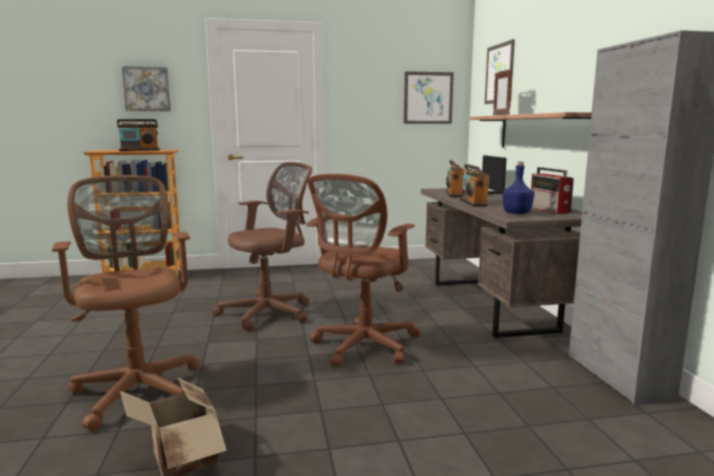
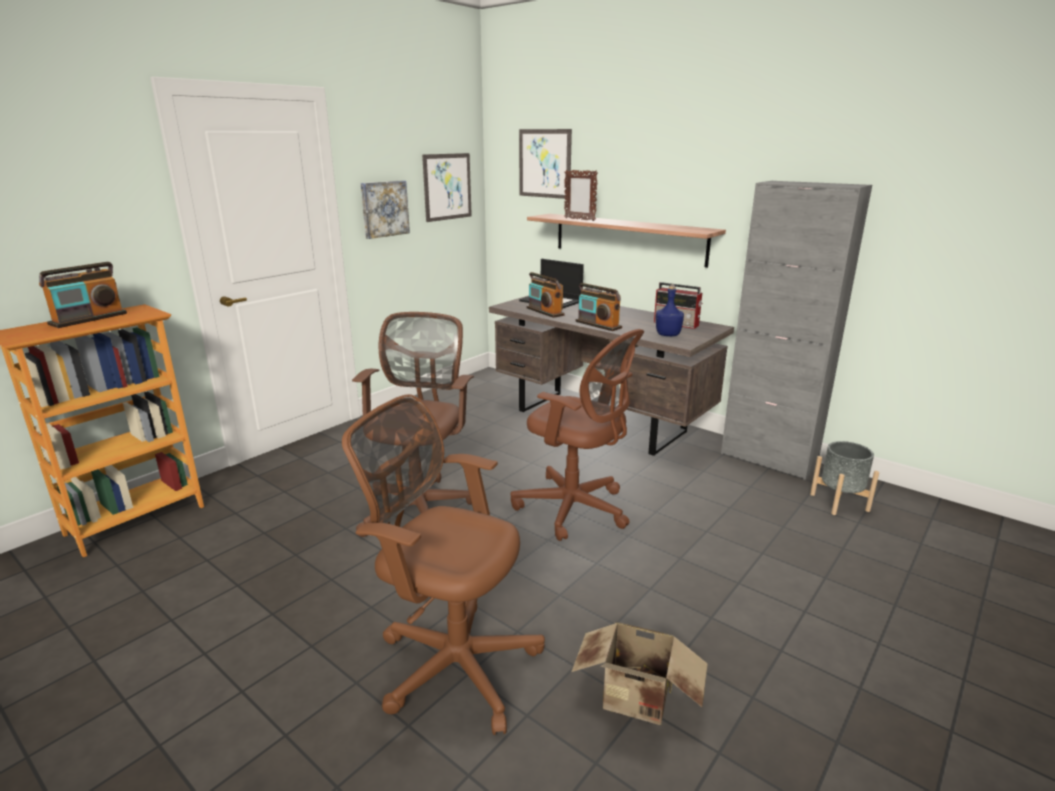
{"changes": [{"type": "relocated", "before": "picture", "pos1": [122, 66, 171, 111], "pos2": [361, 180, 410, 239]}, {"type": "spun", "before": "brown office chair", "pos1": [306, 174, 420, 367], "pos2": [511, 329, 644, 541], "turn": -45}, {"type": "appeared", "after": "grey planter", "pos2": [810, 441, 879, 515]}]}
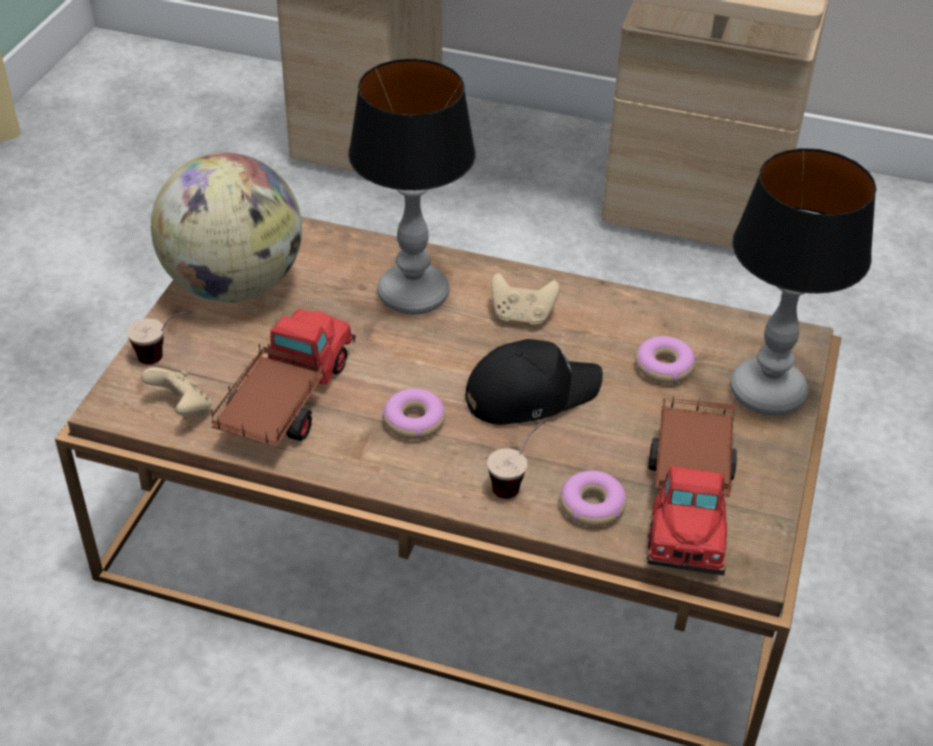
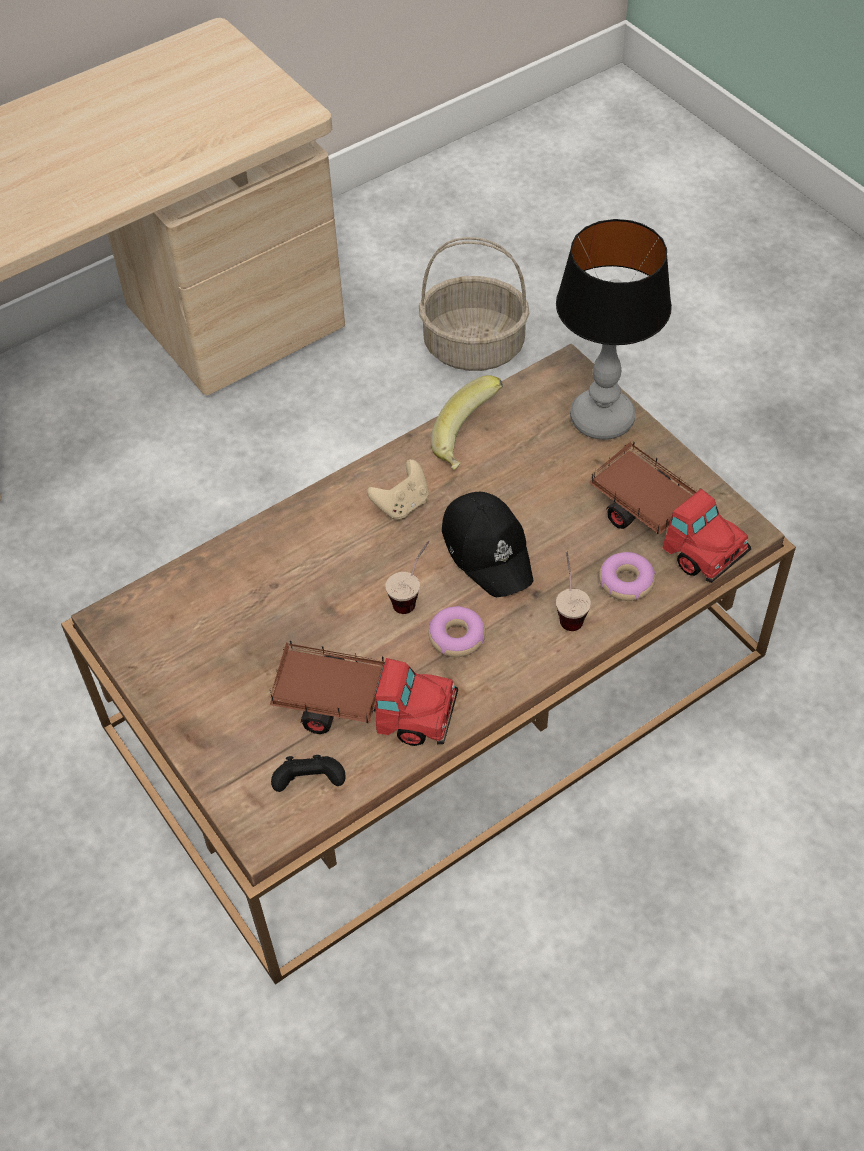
{"changes": [{"type": "missing", "before": "table lamp", "pos1": [348, 58, 476, 315]}, {"type": "missing", "before": "globe", "pos1": [151, 153, 302, 302]}, {"type": "spun", "before": "toy truck", "pos1": [211, 309, 356, 446], "pos2": [270, 641, 458, 746], "turn": 135}, {"type": "relocated", "before": "cup", "pos1": [127, 311, 192, 365], "pos2": [385, 541, 429, 614]}, {"type": "missing", "before": "donut", "pos1": [635, 336, 696, 384]}, {"type": "spun", "before": "black cap", "pos1": [465, 339, 603, 425], "pos2": [442, 492, 533, 597], "turn": 135}, {"type": "colour", "before": "beige game controller", "after": "black game controller", "pos1": [141, 367, 211, 416], "pos2": [271, 755, 346, 792]}, {"type": "appeared", "after": "basket", "pos2": [419, 237, 529, 371]}, {"type": "appeared", "after": "banana", "pos2": [431, 375, 503, 470]}]}
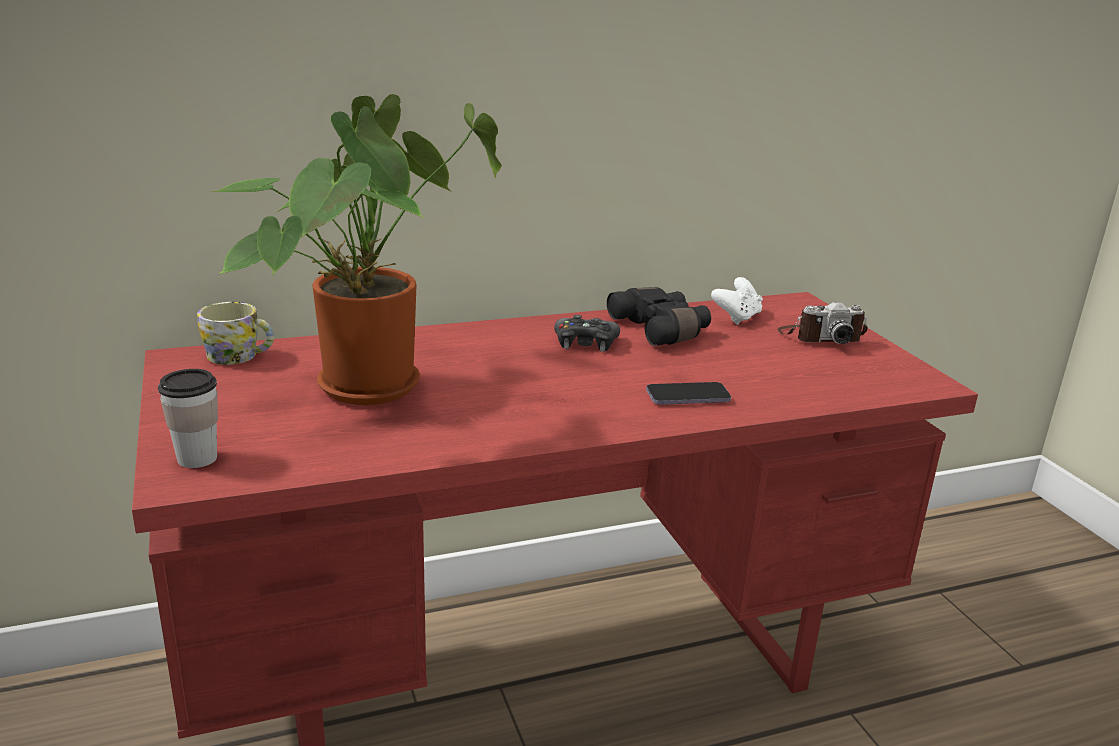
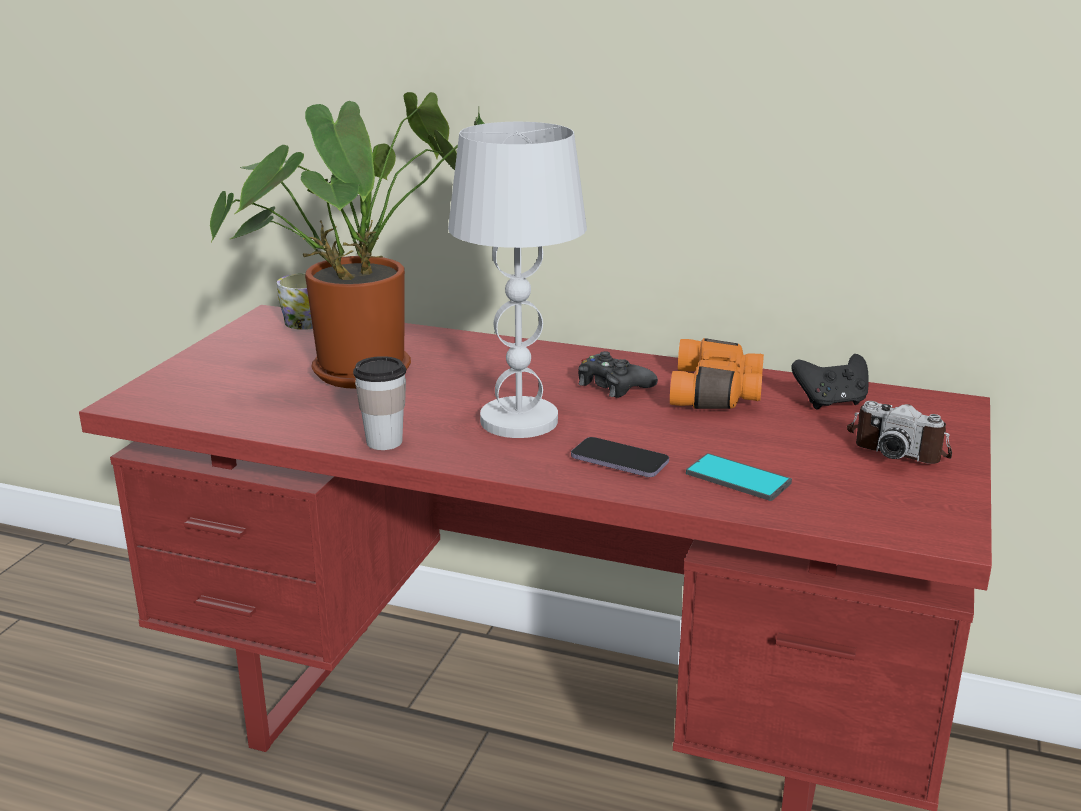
{"changes": [{"type": "colour", "before": "white game controller", "after": "black game controller", "pos1": [711, 277, 763, 325], "pos2": [791, 354, 869, 410]}, {"type": "colour", "before": "black binoculars", "after": "orange binoculars", "pos1": [607, 287, 711, 346], "pos2": [670, 338, 764, 409]}, {"type": "relocated", "before": "cup", "pos1": [158, 369, 218, 468], "pos2": [353, 356, 406, 450]}, {"type": "appeared", "after": "white table lamp", "pos2": [448, 122, 587, 438]}, {"type": "appeared", "after": "phone", "pos2": [686, 453, 792, 501]}]}
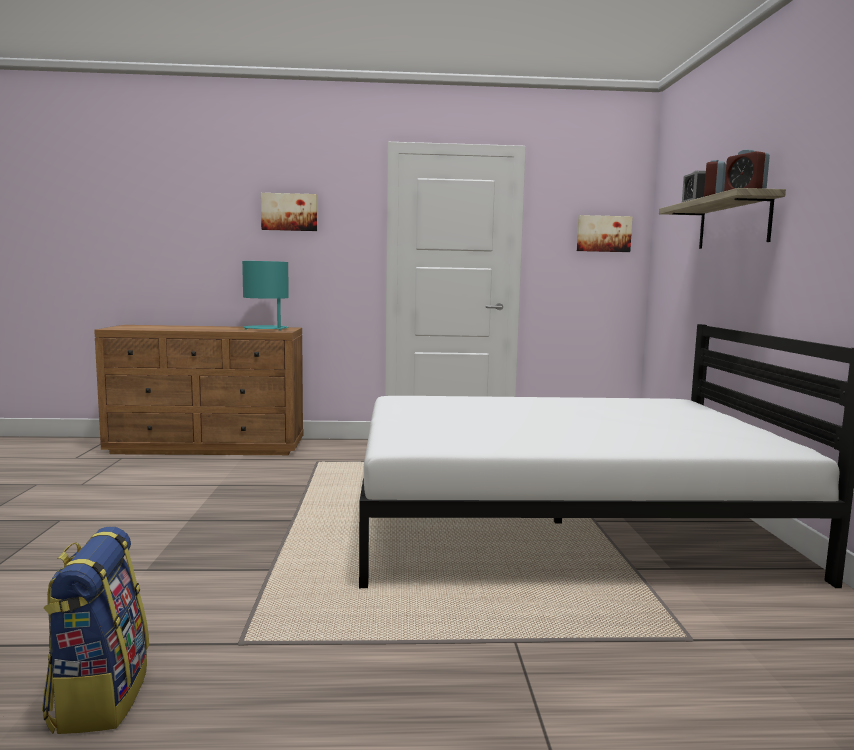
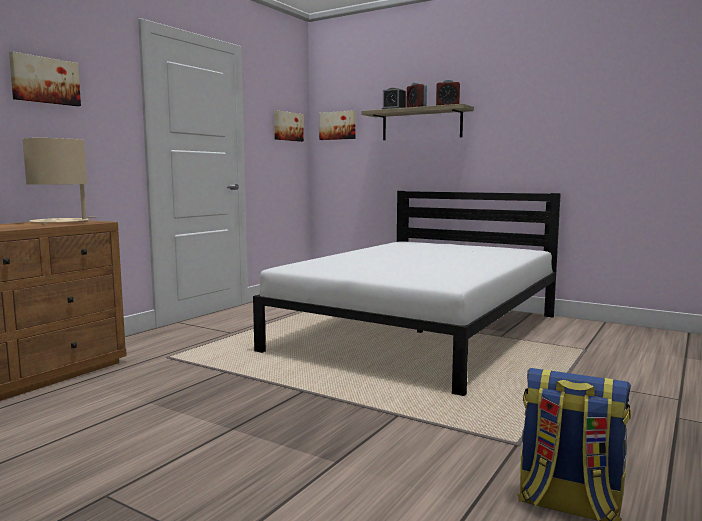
{"changes": [{"type": "colour", "before": "turquoise table lamp", "after": "beige table lamp", "pos1": [242, 261, 289, 330], "pos2": [23, 138, 97, 225]}, {"type": "appeared", "after": "picture", "pos2": [319, 110, 356, 140]}]}
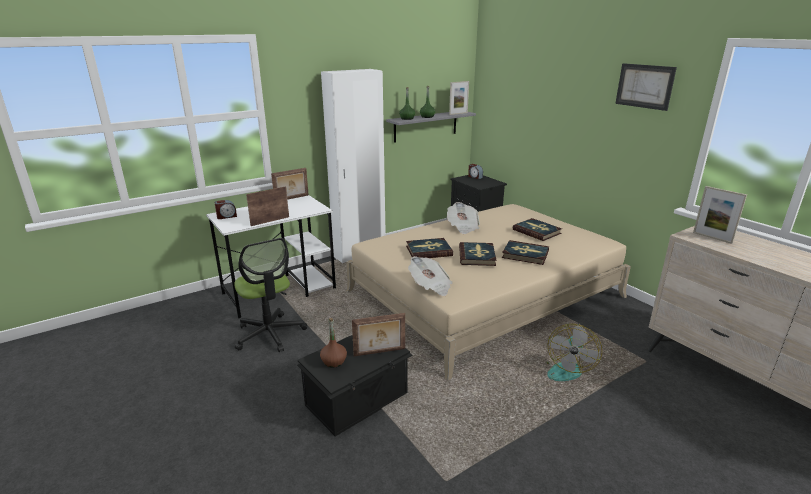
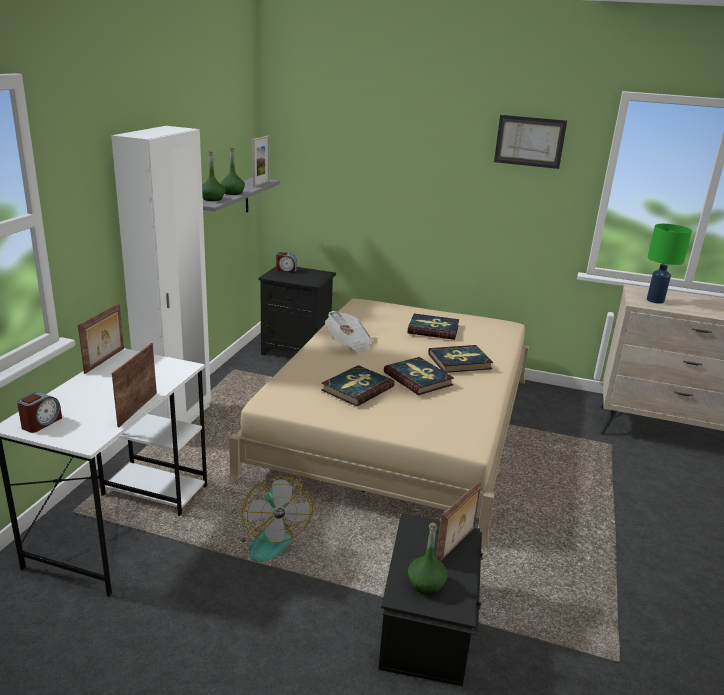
{"changes": [{"type": "exchanged", "before": "picture frame", "after": "green table lamp", "pos1": [693, 186, 747, 244], "pos2": [647, 224, 692, 304]}, {"type": "missing", "before": "office chair", "pos1": [234, 238, 307, 352]}, {"type": "missing", "before": "newspaper", "pos1": [408, 256, 453, 296]}, {"type": "colour", "before": "brown bottle", "after": "green bottle", "pos1": [320, 318, 347, 368], "pos2": [408, 523, 448, 595]}, {"type": "relocated", "before": "fan", "pos1": [545, 324, 602, 381], "pos2": [240, 477, 313, 562]}]}
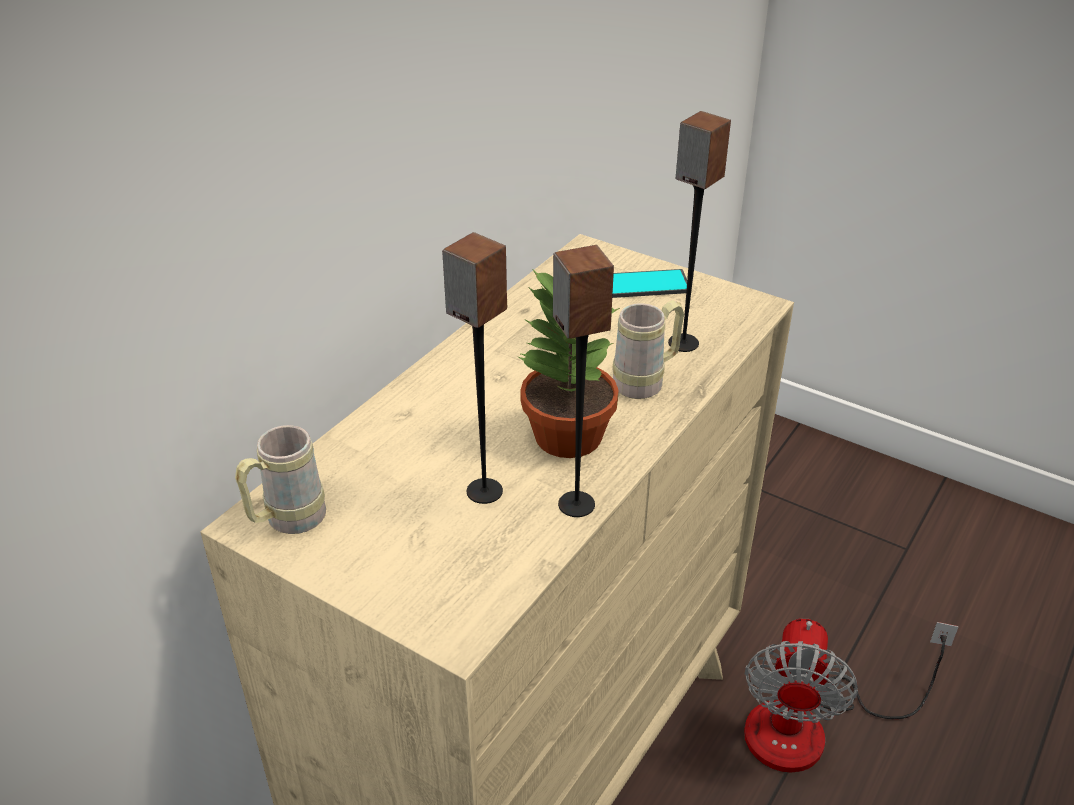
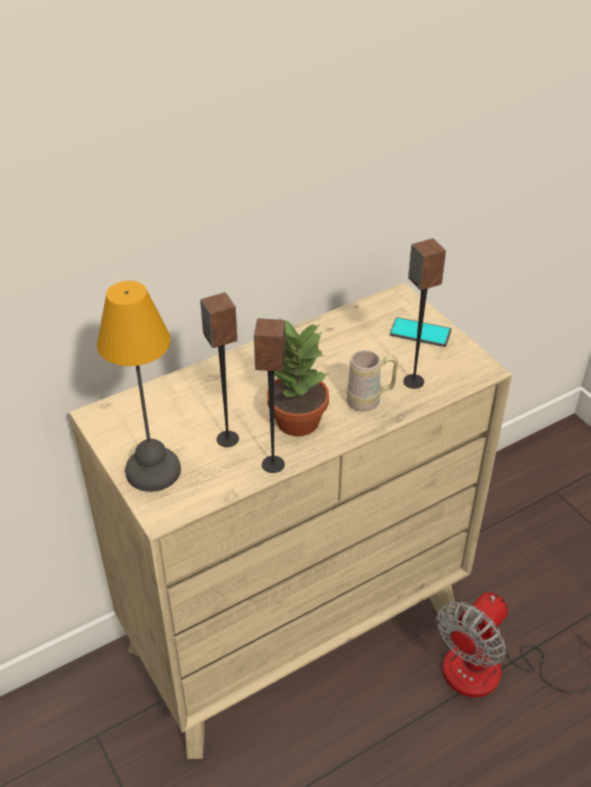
{"changes": [{"type": "missing", "before": "beige mug", "pos1": [235, 425, 326, 534]}, {"type": "appeared", "after": "table lamp", "pos2": [97, 281, 181, 492]}]}
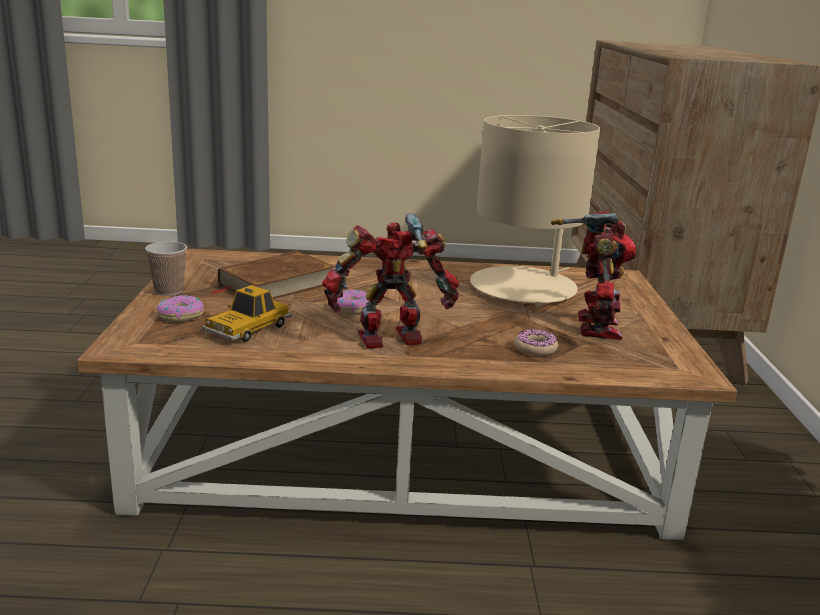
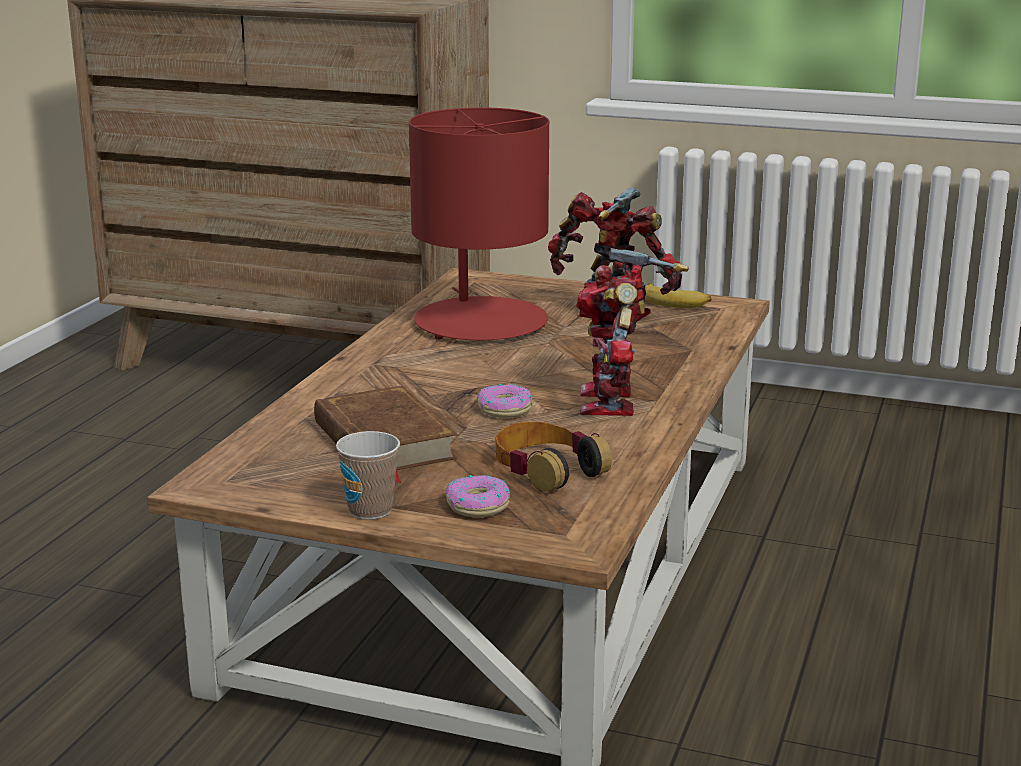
{"changes": [{"type": "colour", "before": "beige table lamp", "after": "red table lamp", "pos1": [470, 115, 600, 307], "pos2": [409, 107, 549, 340]}, {"type": "exchanged", "before": "toy car", "after": "headphones", "pos1": [202, 285, 292, 342], "pos2": [496, 422, 612, 492]}, {"type": "missing", "before": "donut", "pos1": [514, 329, 558, 356]}, {"type": "appeared", "after": "banana", "pos2": [645, 283, 712, 308]}]}
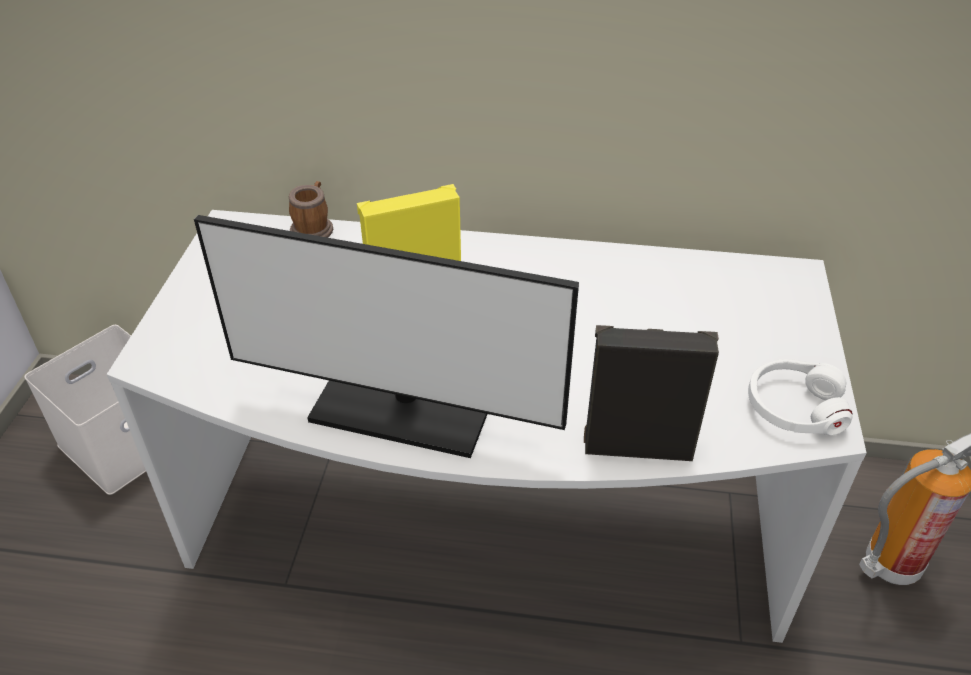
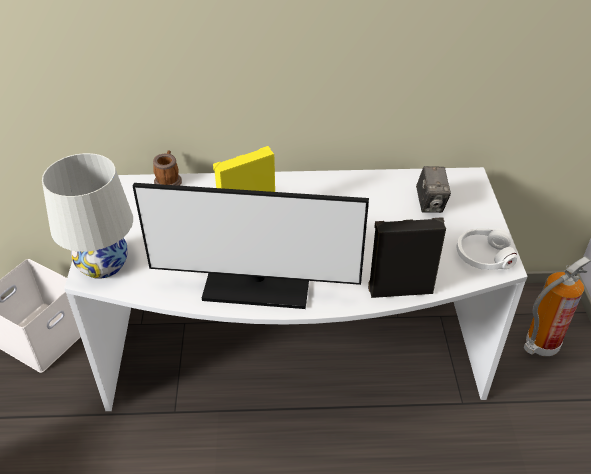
{"changes": [{"type": "appeared", "after": "white table lamp", "pos2": [42, 153, 133, 279]}, {"type": "appeared", "after": "photo camera", "pos2": [416, 166, 451, 213]}]}
